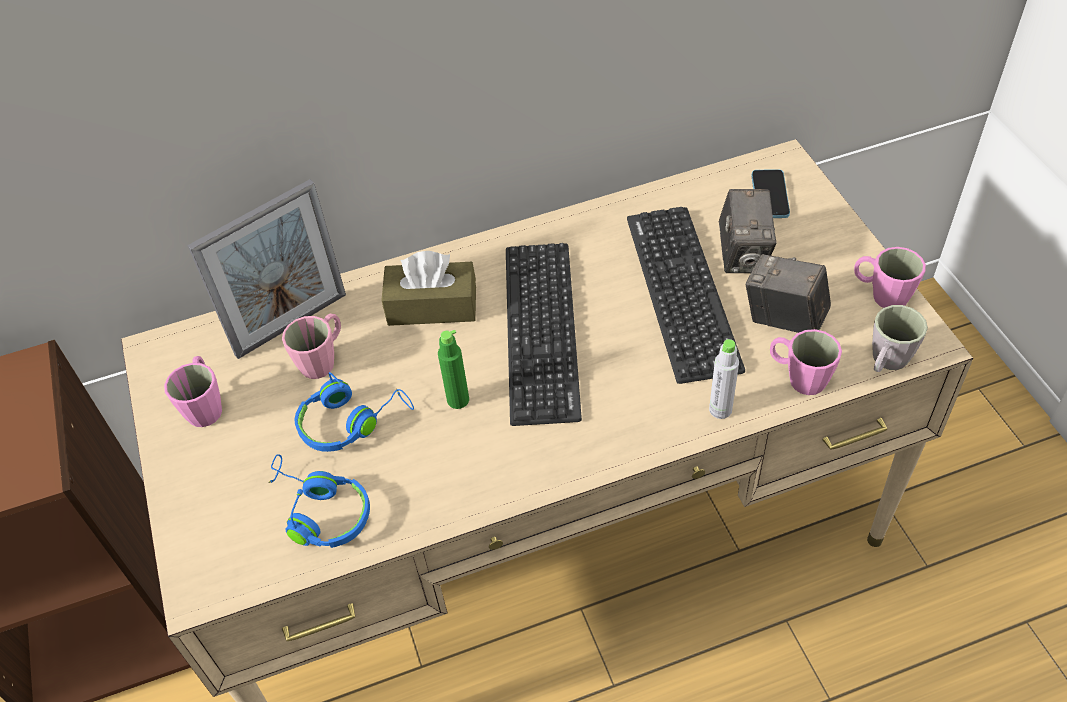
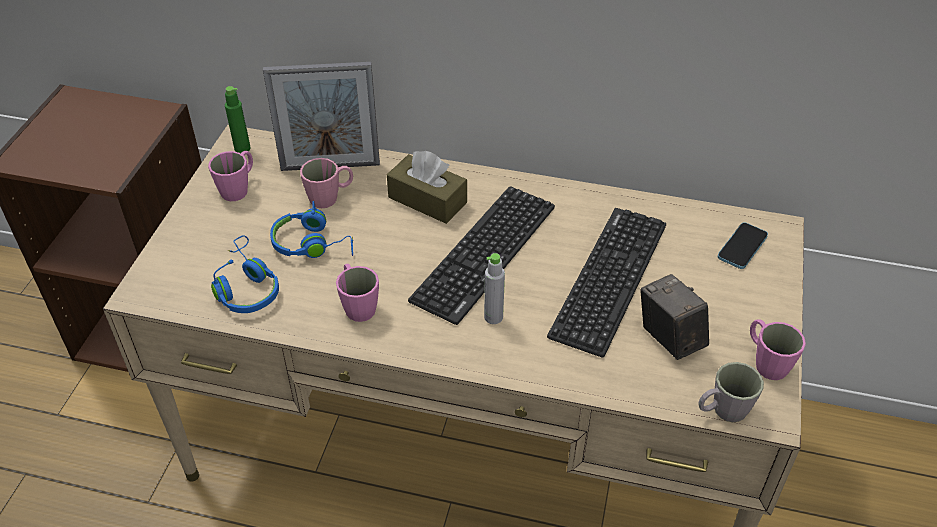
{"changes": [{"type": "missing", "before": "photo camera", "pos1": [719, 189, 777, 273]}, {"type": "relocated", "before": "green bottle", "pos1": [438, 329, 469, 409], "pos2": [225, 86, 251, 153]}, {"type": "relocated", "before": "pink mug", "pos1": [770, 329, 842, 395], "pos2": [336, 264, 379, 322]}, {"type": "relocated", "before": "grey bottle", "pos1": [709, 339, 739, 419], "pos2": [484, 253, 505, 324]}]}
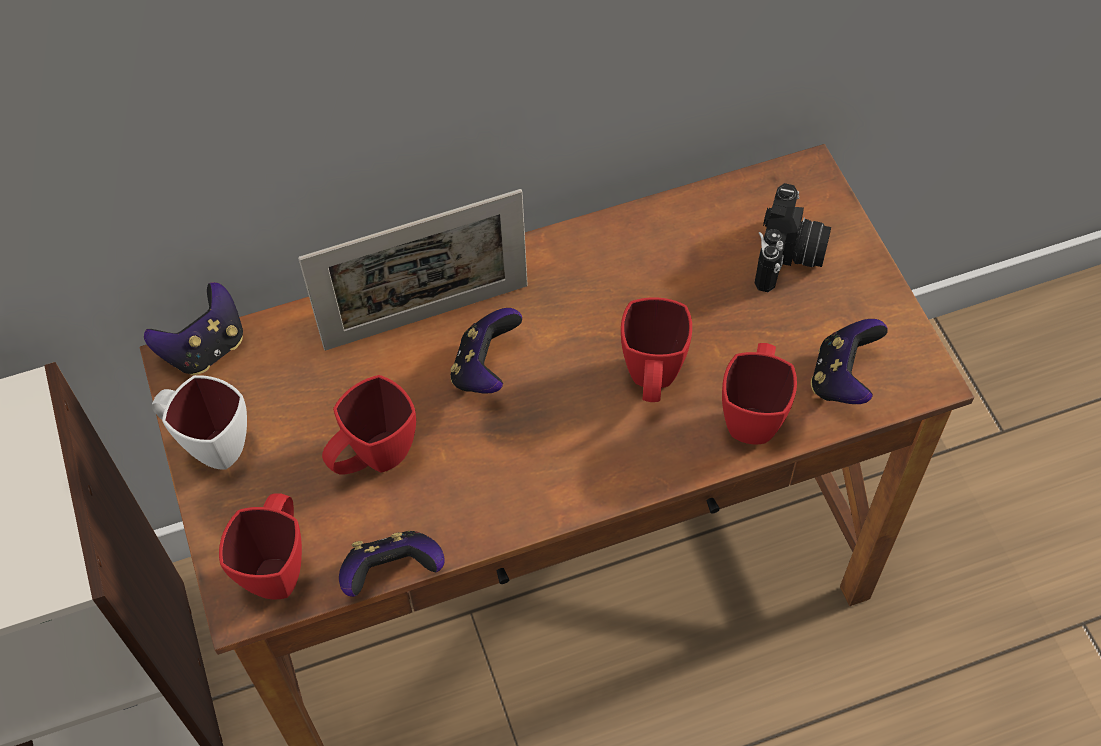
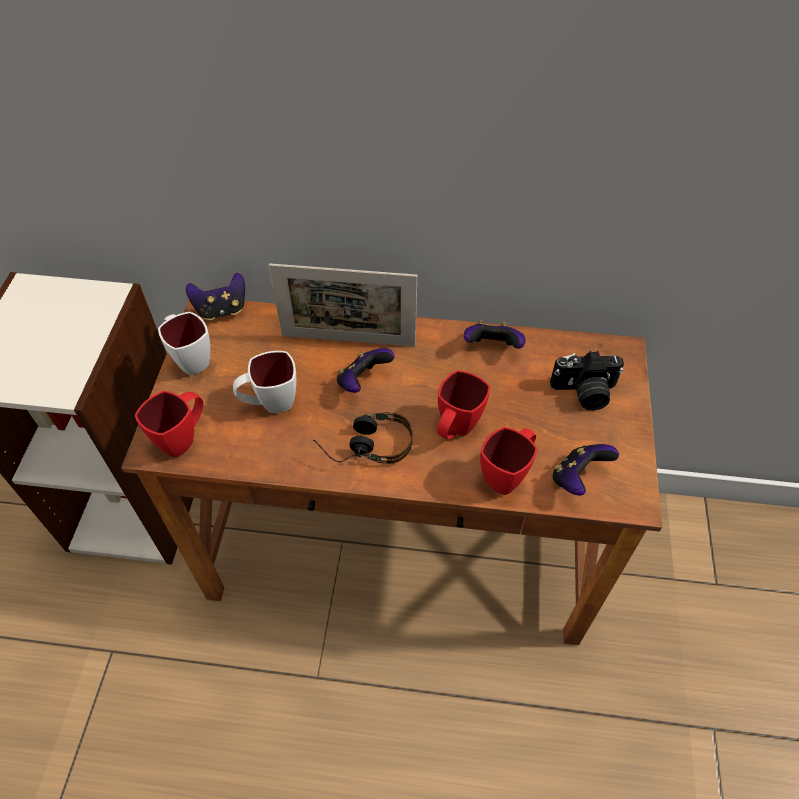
{"changes": [{"type": "spun", "before": "photo camera", "pos1": [755, 183, 831, 292], "pos2": [550, 351, 624, 410], "turn": 45}, {"type": "colour", "before": "red mug", "after": "white mug", "pos1": [322, 375, 416, 475], "pos2": [233, 351, 296, 413]}, {"type": "relocated", "before": "game controller", "pos1": [339, 531, 445, 597], "pos2": [464, 321, 525, 349]}, {"type": "appeared", "after": "headphones", "pos2": [313, 412, 412, 464]}]}
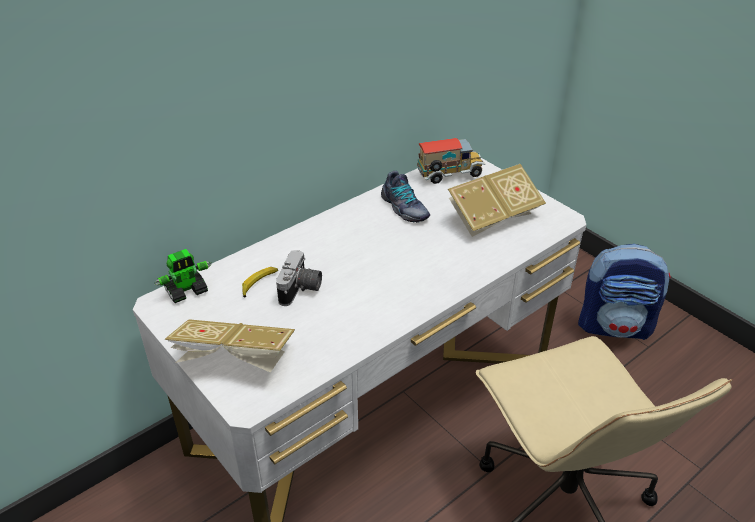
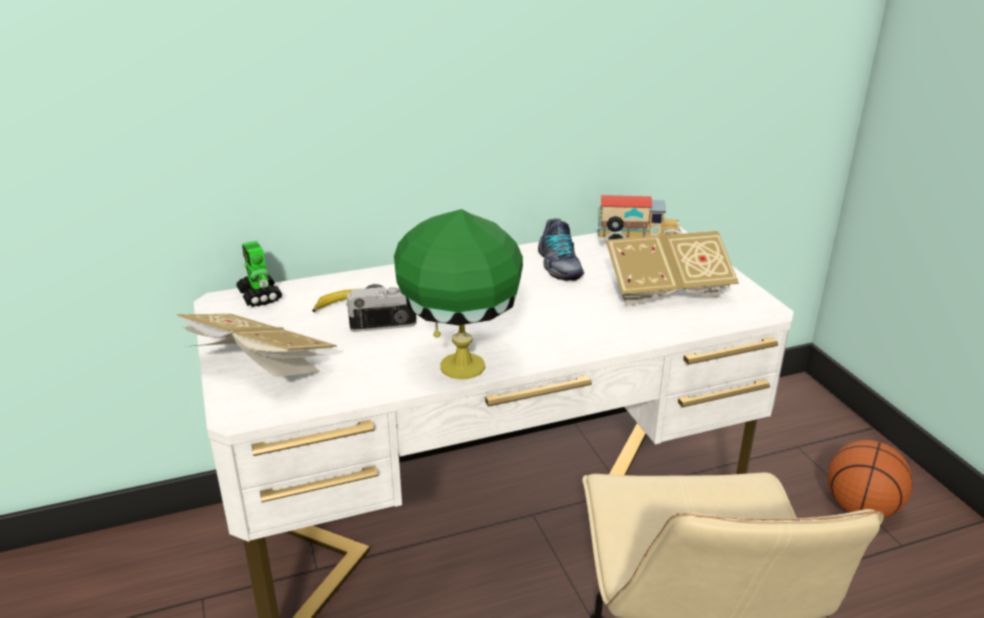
{"changes": [{"type": "exchanged", "before": "backpack", "after": "basketball", "pos1": [578, 244, 671, 340], "pos2": [828, 440, 913, 518]}, {"type": "spun", "before": "toy robot", "pos1": [155, 249, 212, 303], "pos2": [236, 241, 282, 307], "turn": 75}, {"type": "spun", "before": "photo camera", "pos1": [276, 250, 322, 306], "pos2": [346, 284, 416, 332], "turn": -135}, {"type": "appeared", "after": "green table lamp", "pos2": [394, 209, 523, 379]}]}
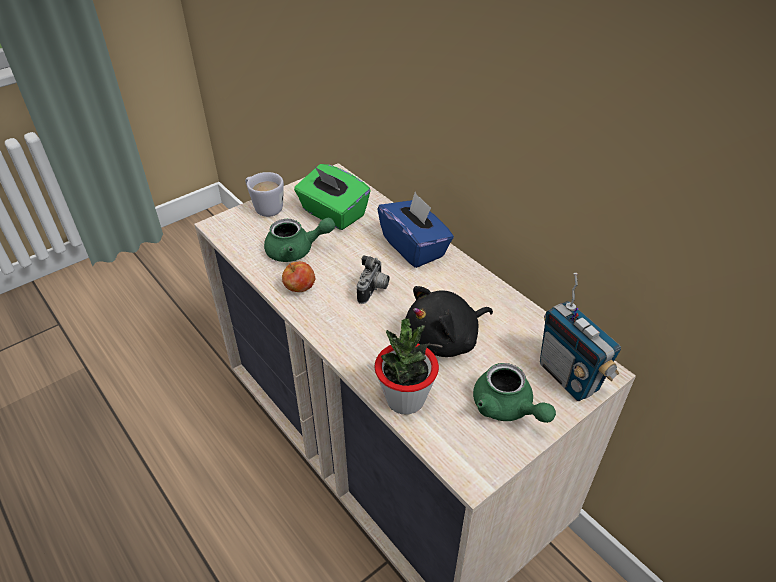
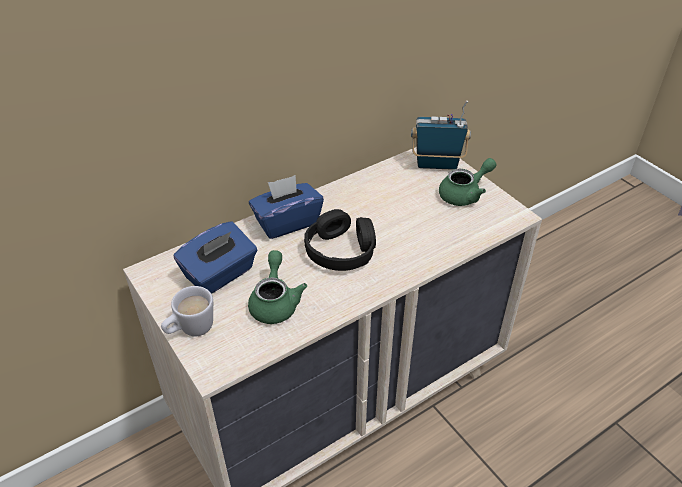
{"changes": [{"type": "colour", "before": "green tissue box", "after": "blue tissue box", "pos1": [294, 164, 371, 230], "pos2": [174, 221, 257, 294]}, {"type": "exchanged", "before": "photo camera", "after": "black headphones", "pos1": [357, 255, 390, 304], "pos2": [304, 209, 376, 271]}, {"type": "missing", "before": "apple", "pos1": [282, 261, 315, 292]}, {"type": "spun", "before": "radio", "pos1": [540, 273, 621, 401], "pos2": [411, 100, 471, 170], "turn": -150}, {"type": "missing", "before": "black plush toy", "pos1": [406, 286, 493, 357]}, {"type": "missing", "before": "potted plant", "pos1": [374, 318, 439, 415]}]}
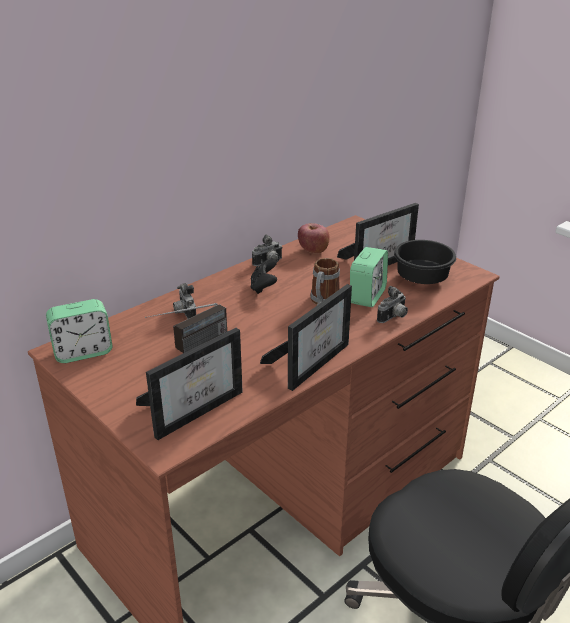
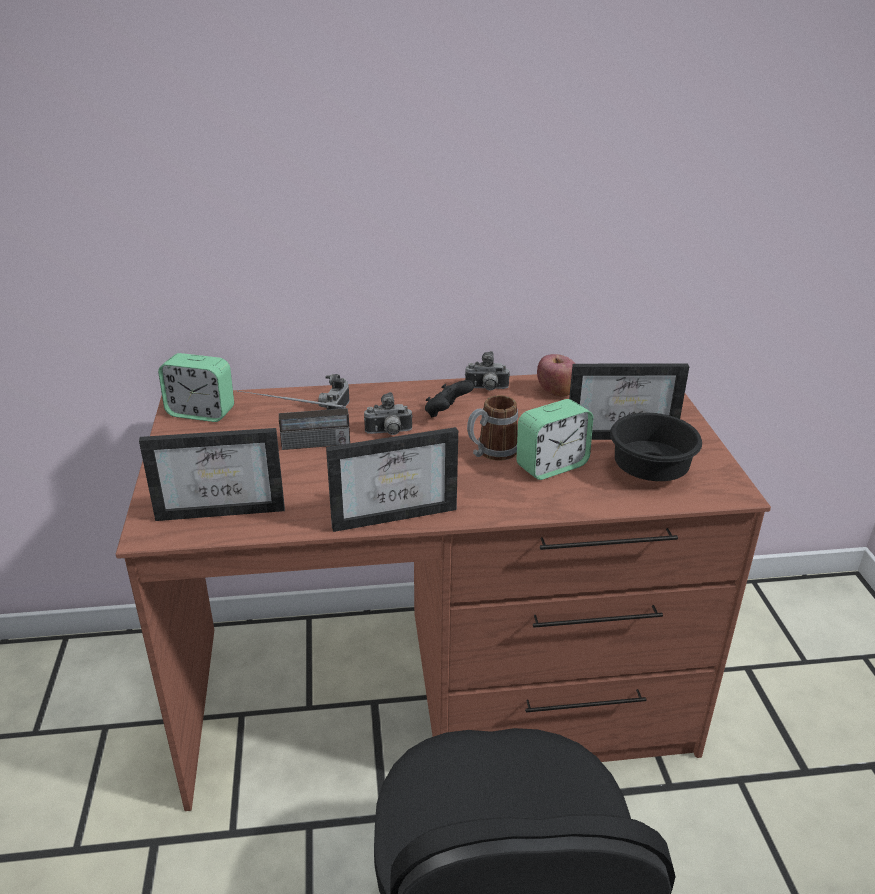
{"changes": [{"type": "relocated", "before": "photo camera", "pos1": [377, 286, 408, 323], "pos2": [364, 392, 413, 435]}]}
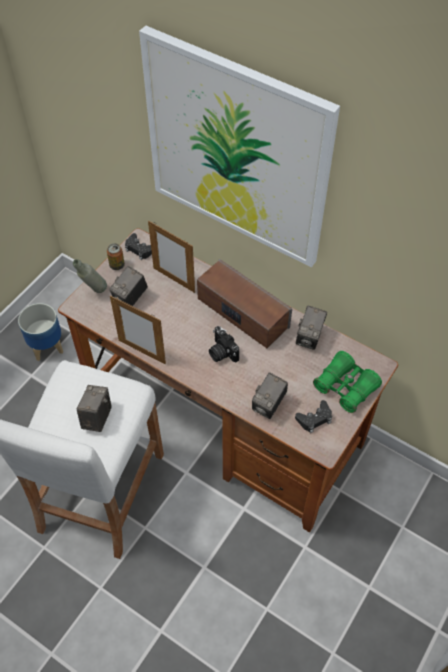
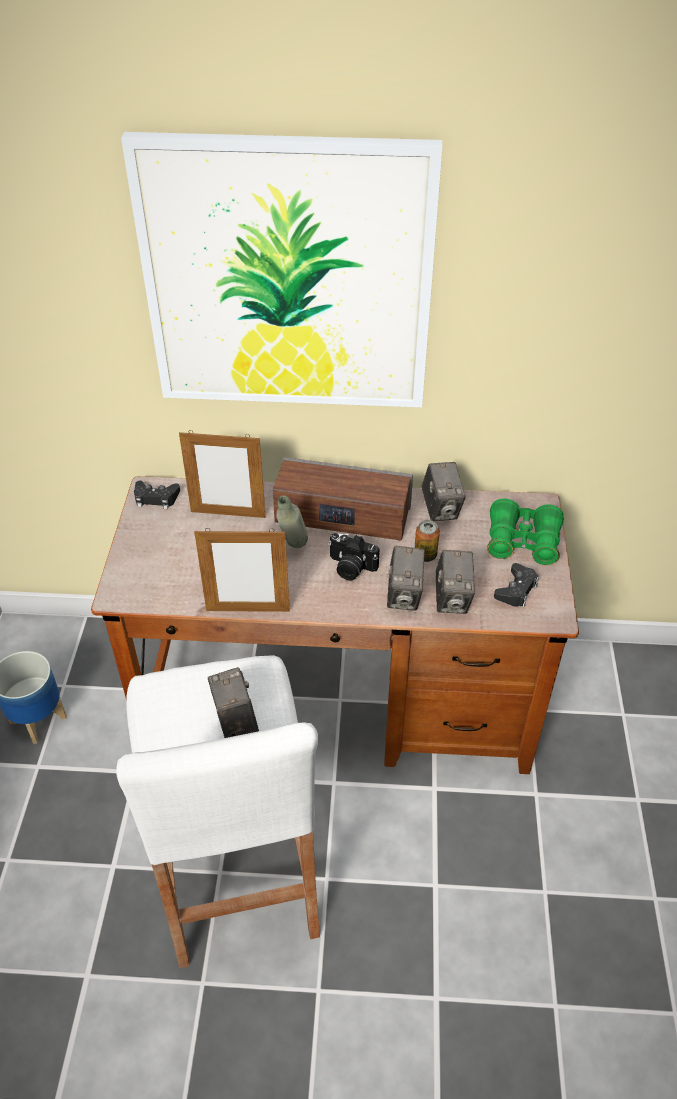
{"changes": [{"type": "relocated", "before": "can", "pos1": [107, 243, 125, 270], "pos2": [414, 520, 440, 562]}, {"type": "relocated", "before": "grey bottle", "pos1": [73, 259, 107, 293], "pos2": [276, 495, 308, 548]}, {"type": "relocated", "before": "photo camera", "pos1": [109, 266, 148, 306], "pos2": [387, 546, 425, 611]}]}
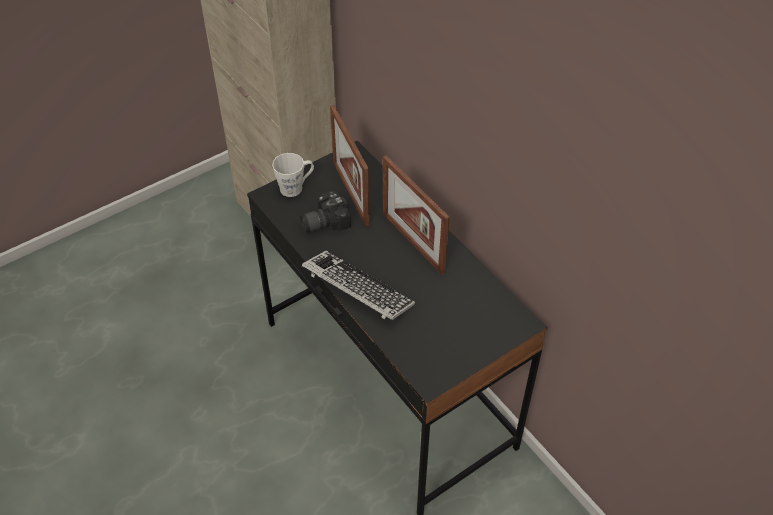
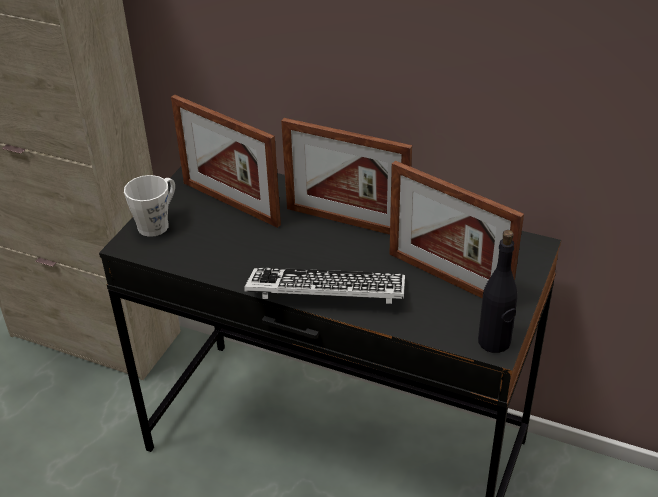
{"changes": [{"type": "missing", "before": "photo camera", "pos1": [300, 190, 351, 232]}, {"type": "appeared", "after": "picture frame", "pos2": [389, 161, 524, 299]}, {"type": "appeared", "after": "black bottle", "pos2": [478, 230, 518, 353]}]}
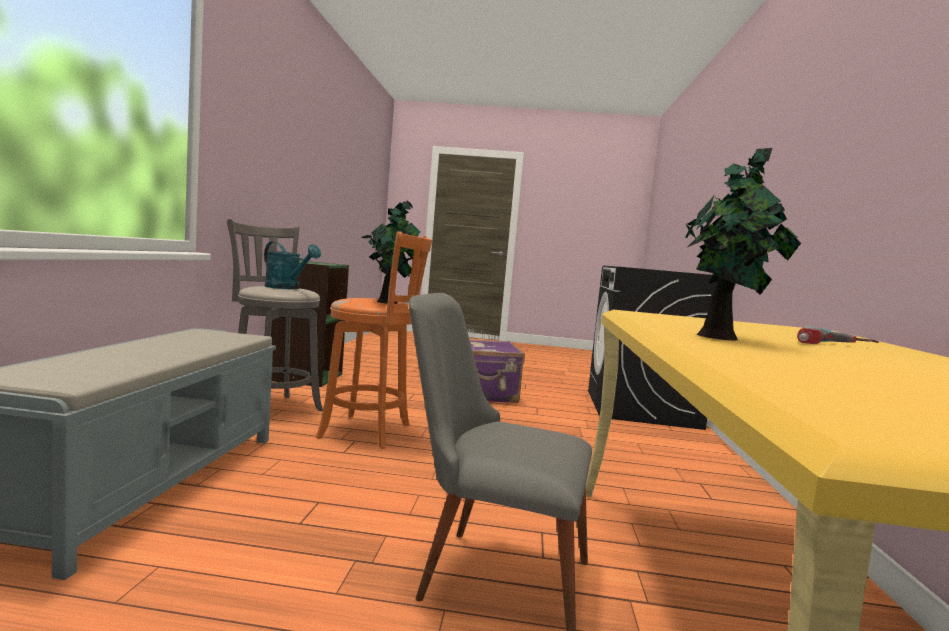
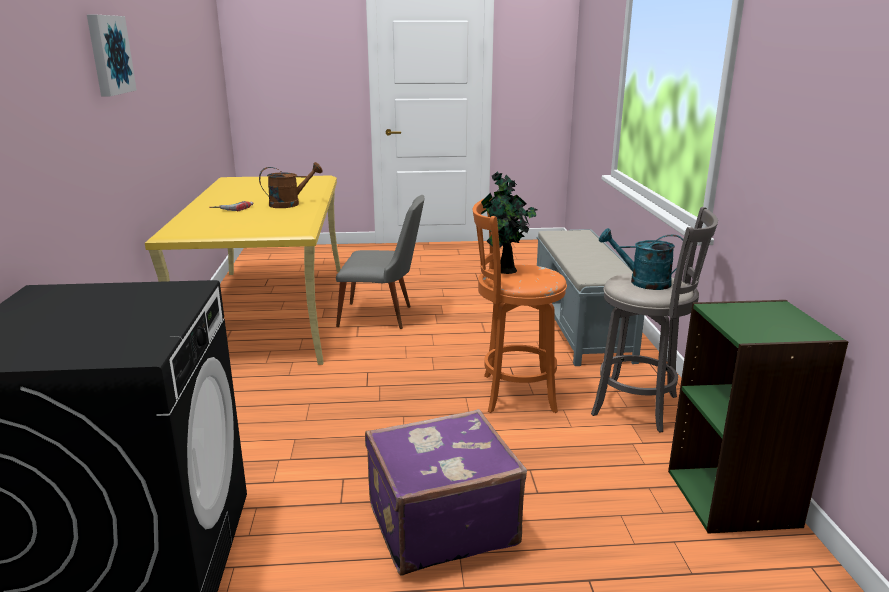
{"changes": [{"type": "exchanged", "before": "potted plant", "after": "brown watering can", "pos1": [685, 148, 801, 340], "pos2": [259, 162, 323, 208]}, {"type": "appeared", "after": "picture", "pos2": [87, 15, 137, 96]}]}
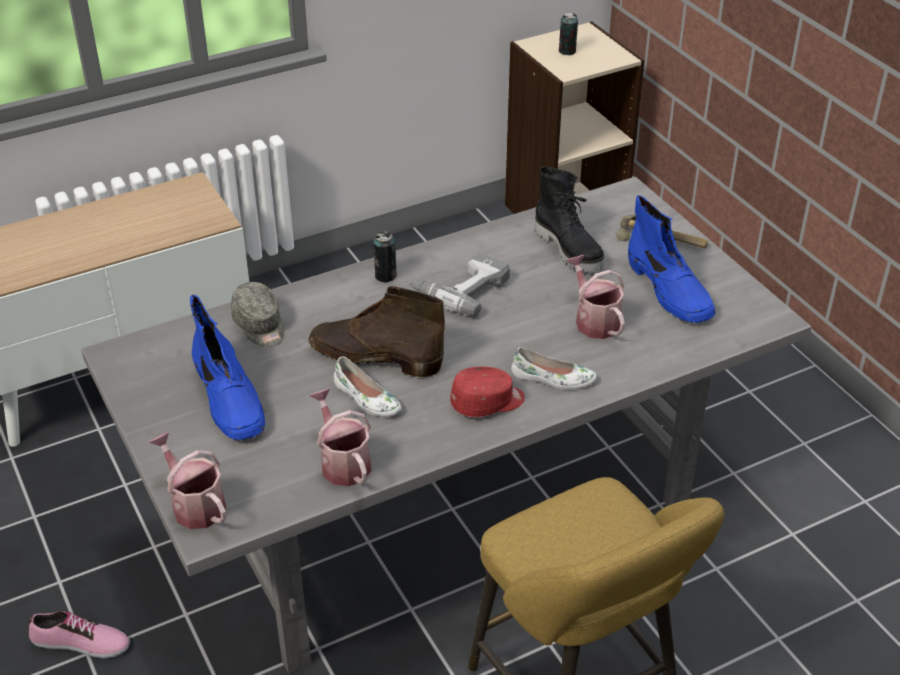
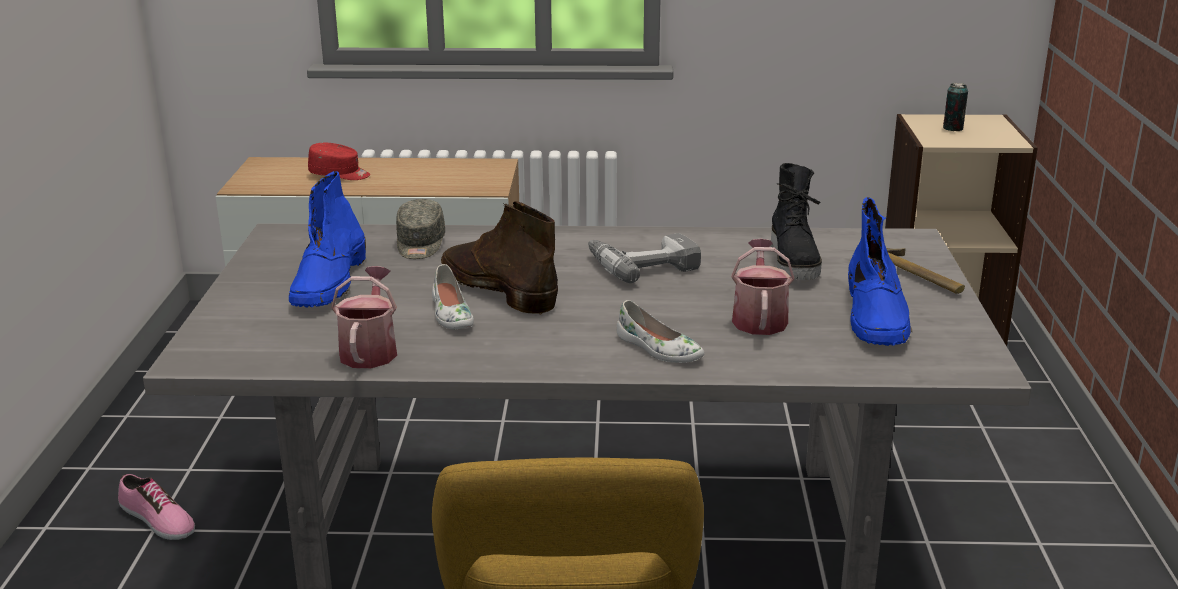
{"changes": [{"type": "missing", "before": "can", "pos1": [373, 231, 397, 282]}, {"type": "relocated", "before": "red cap", "pos1": [450, 367, 525, 417], "pos2": [308, 143, 370, 180]}, {"type": "missing", "before": "watering can", "pos1": [149, 431, 226, 529]}]}
